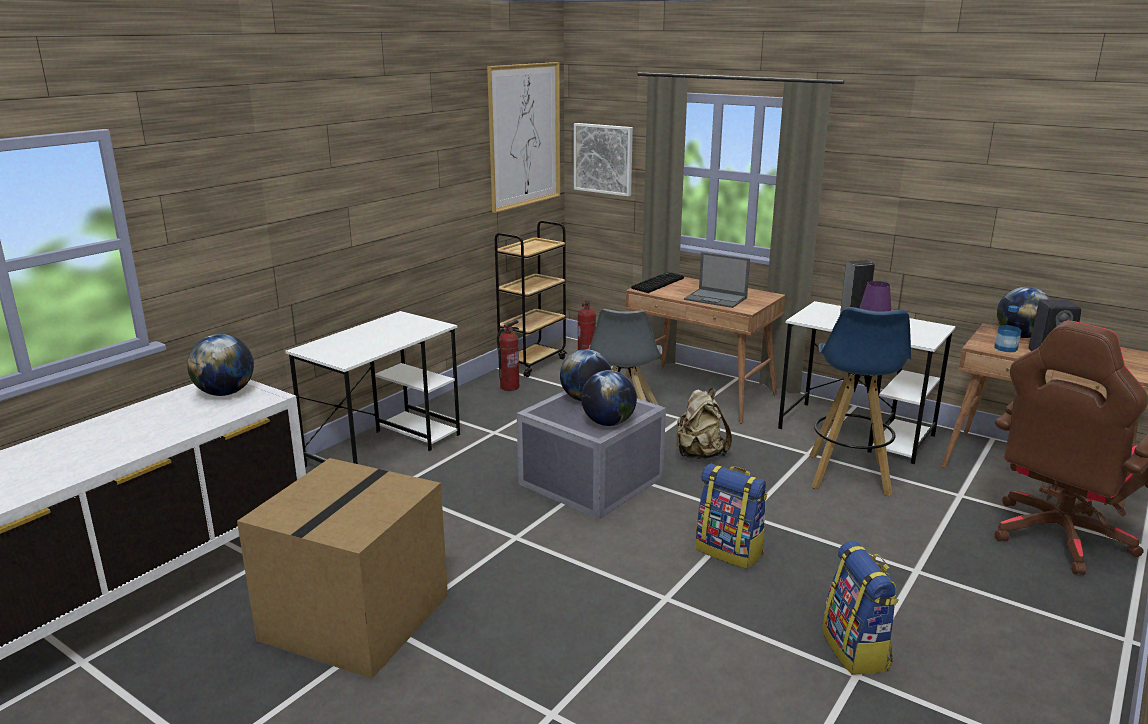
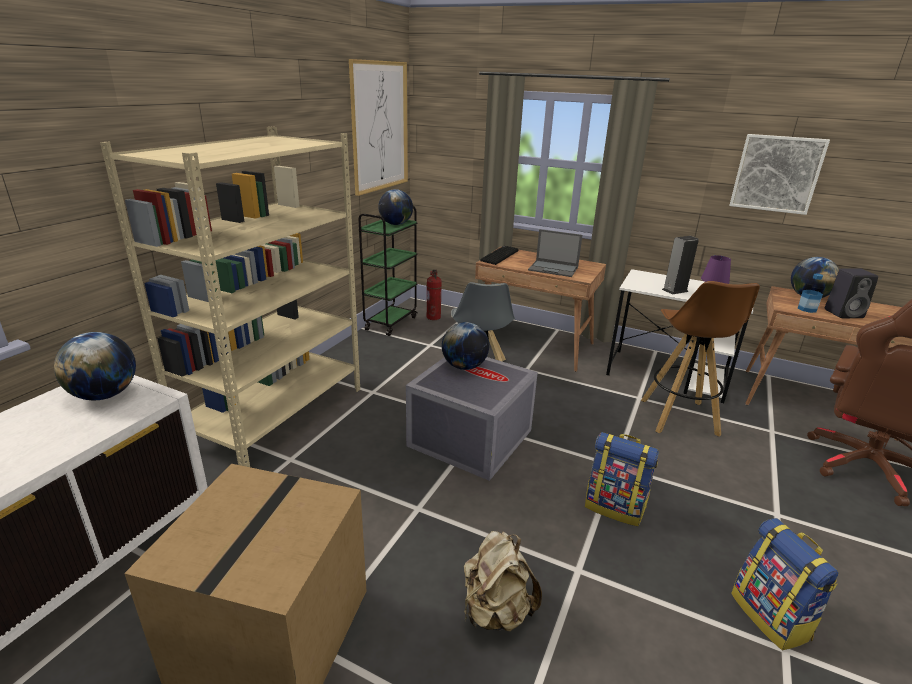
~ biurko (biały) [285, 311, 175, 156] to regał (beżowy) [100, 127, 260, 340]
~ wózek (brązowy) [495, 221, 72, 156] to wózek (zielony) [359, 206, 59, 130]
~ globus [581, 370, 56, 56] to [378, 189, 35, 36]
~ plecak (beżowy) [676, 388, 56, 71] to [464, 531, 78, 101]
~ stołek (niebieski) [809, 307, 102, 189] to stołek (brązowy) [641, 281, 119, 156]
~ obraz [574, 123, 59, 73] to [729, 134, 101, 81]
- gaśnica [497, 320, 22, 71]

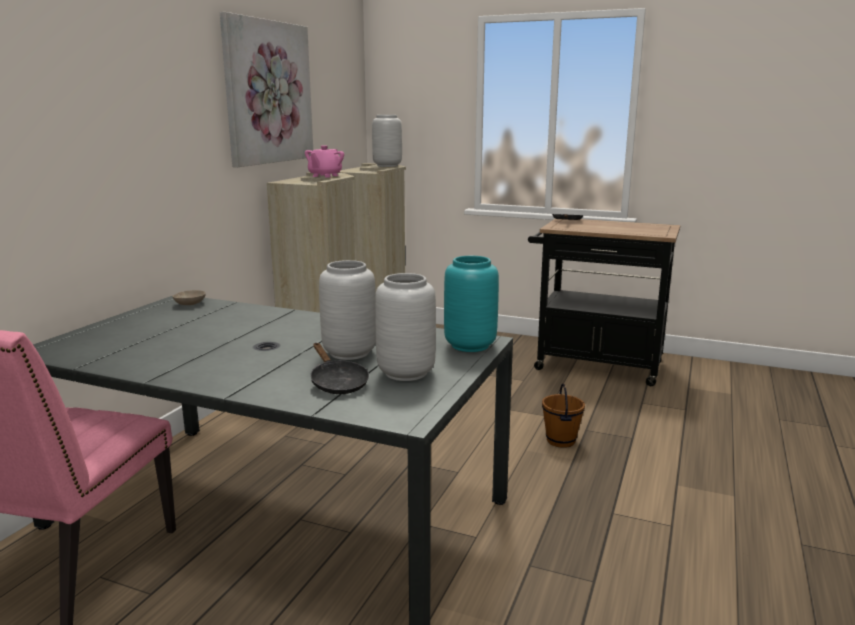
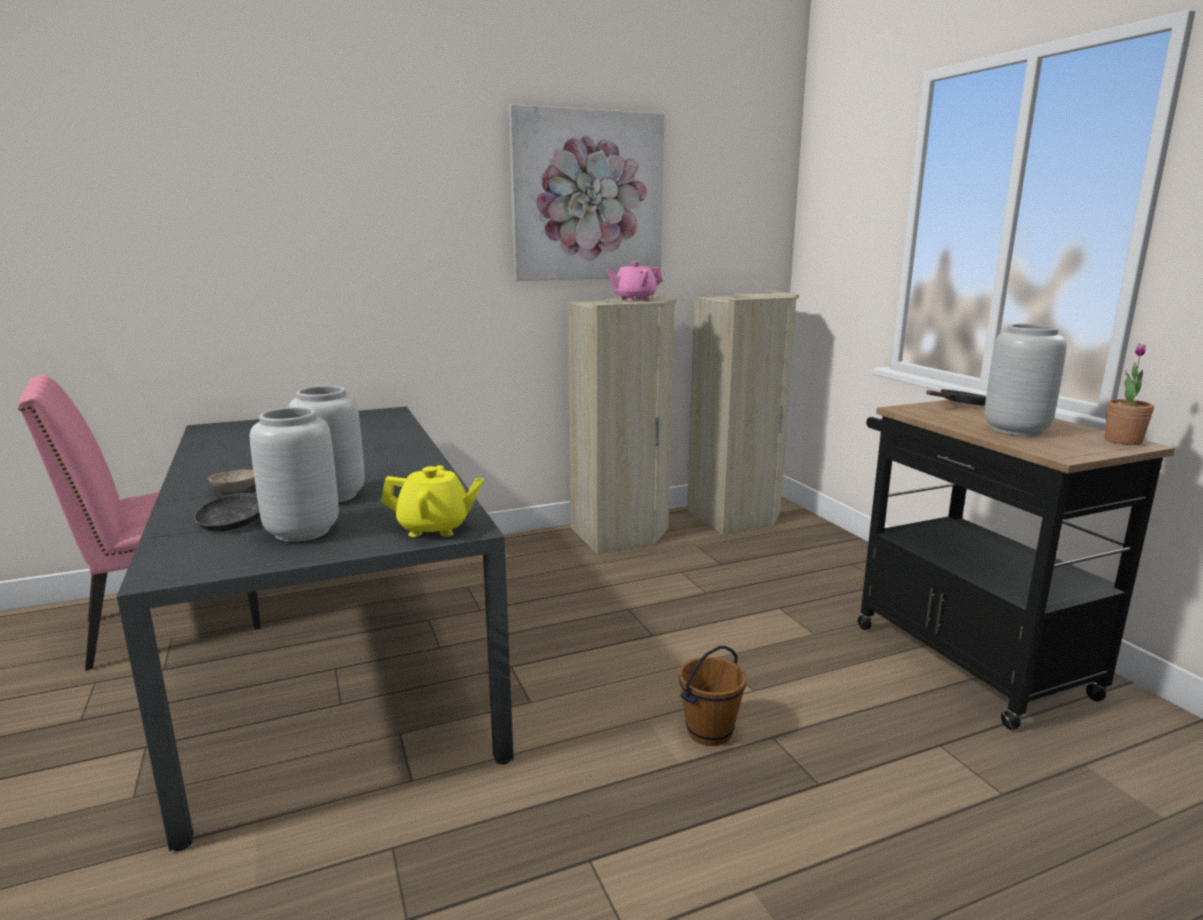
~ miska (beżowy) [172, 290, 34, 15] to [208, 469, 47, 23]
~ wazon (turkusowy) [444, 256, 55, 96] to imbryk (żółty) [381, 465, 103, 72]
~ wazon (szary) [372, 115, 30, 52] to [984, 324, 83, 112]
+ roślina doniczkowa [1105, 344, 49, 101]

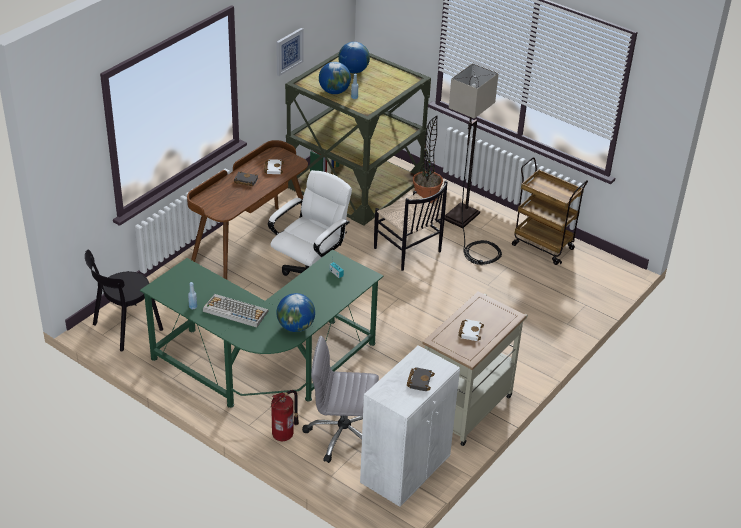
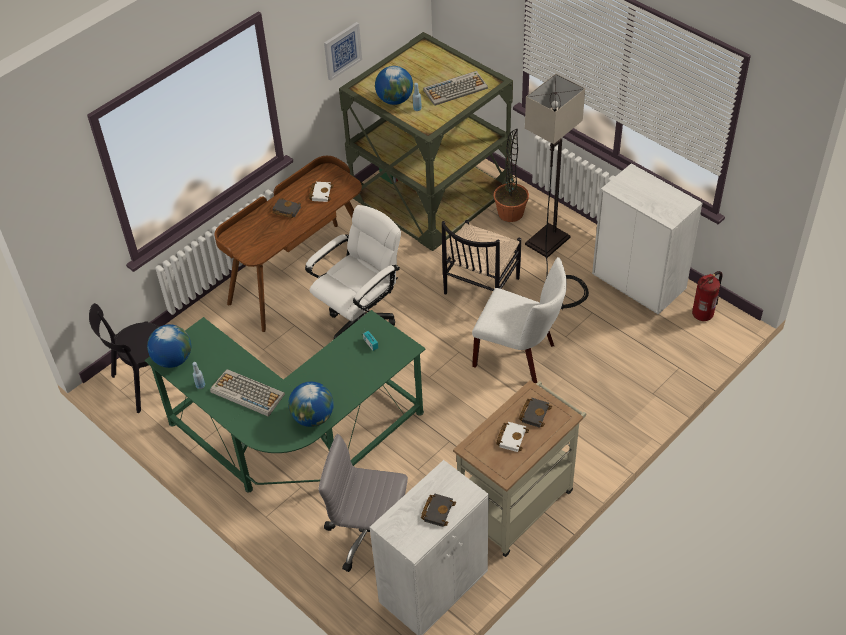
~ globus [338, 42, 32, 31] to [147, 324, 44, 44]
+ klawiatura [423, 71, 65, 35]
~ krzesło (czarny) [374, 181, 73, 90] = [442, 220, 79, 75] 60 degrees clockwise
+ krzesło (biały) [472, 257, 95, 126]
+ książka (czarny) [519, 398, 33, 30]
~ wózek (brązowy) [512, 157, 76, 108] to szafka (biały) [592, 163, 111, 152]
~ gaśnica [271, 390, 28, 51] to [692, 271, 30, 50]

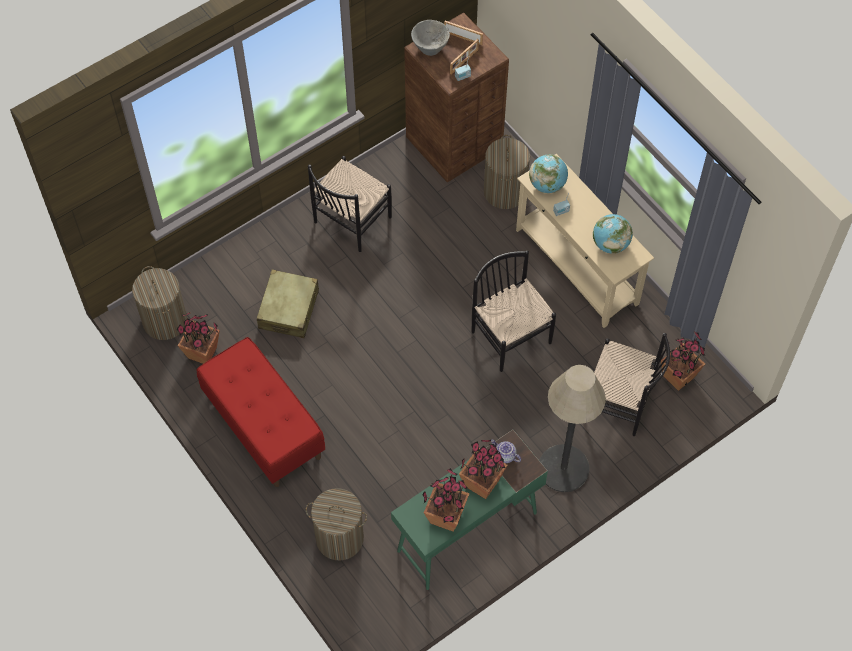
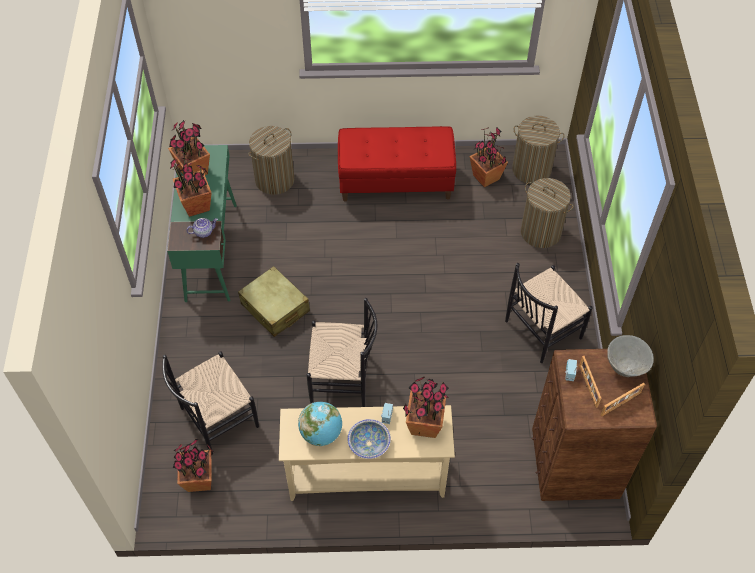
~ walizka (beżowy) [257, 270, 62, 68] to [238, 266, 72, 71]
+ miska [347, 419, 44, 40]
~ globus [529, 154, 39, 39] to roślina doniczkowa [403, 377, 46, 61]
~ krzesło (czarny) [308, 156, 84, 96] = [505, 263, 88, 100] 105 degrees counterclockwise
~ kosz na pranie [484, 135, 46, 74] to [521, 178, 52, 70]
- lampa stojąca [539, 365, 67, 127]

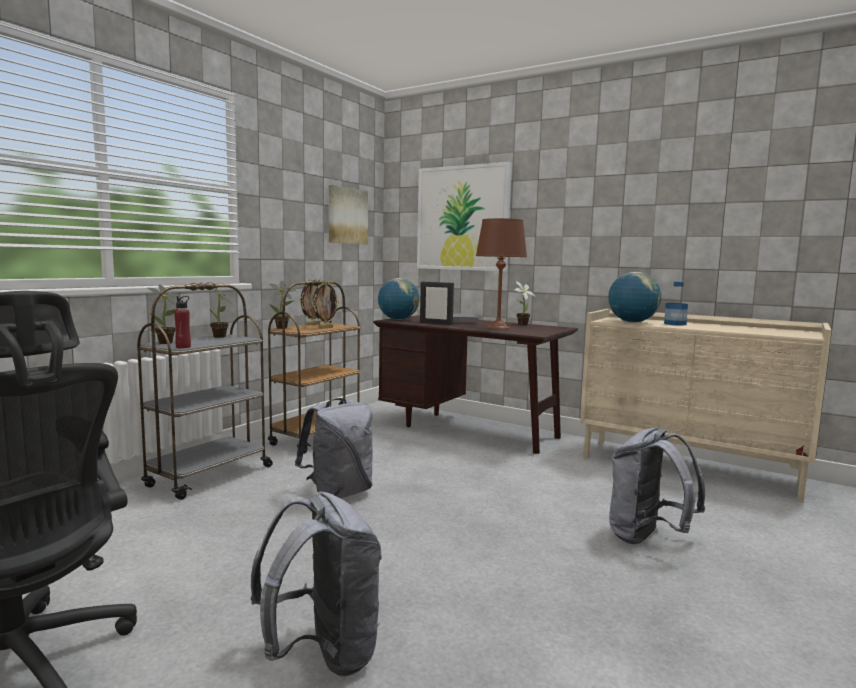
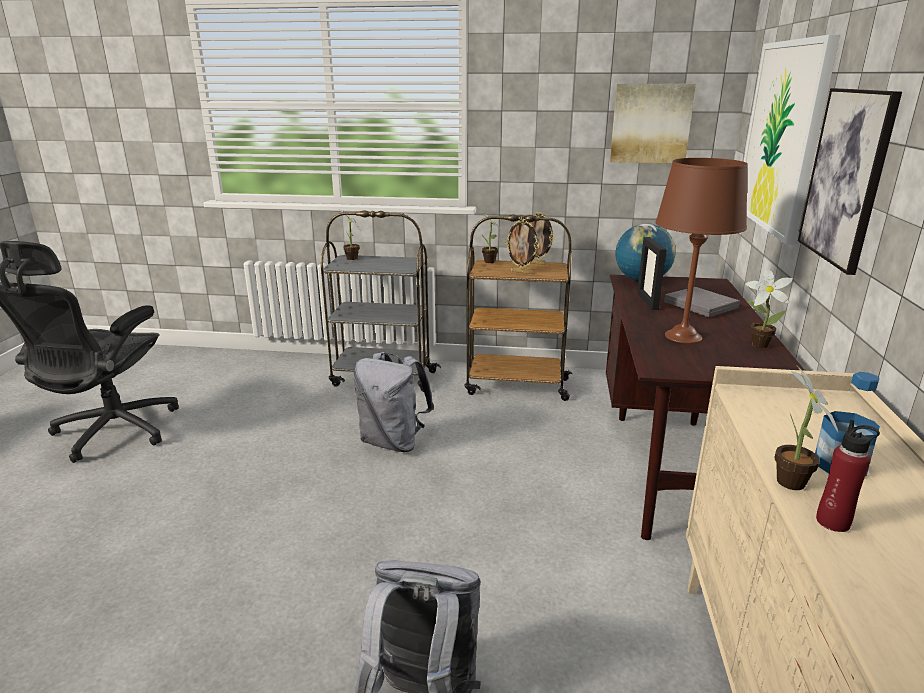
~ roślina doniczkowa [209, 288, 23, 50] to [775, 366, 63, 124]
+ obraz [798, 88, 104, 187]
~ butelka (czerwony) [174, 296, 17, 52] to [816, 419, 64, 113]
- plecak (szary) [250, 491, 132, 186]
- globus [608, 272, 54, 51]

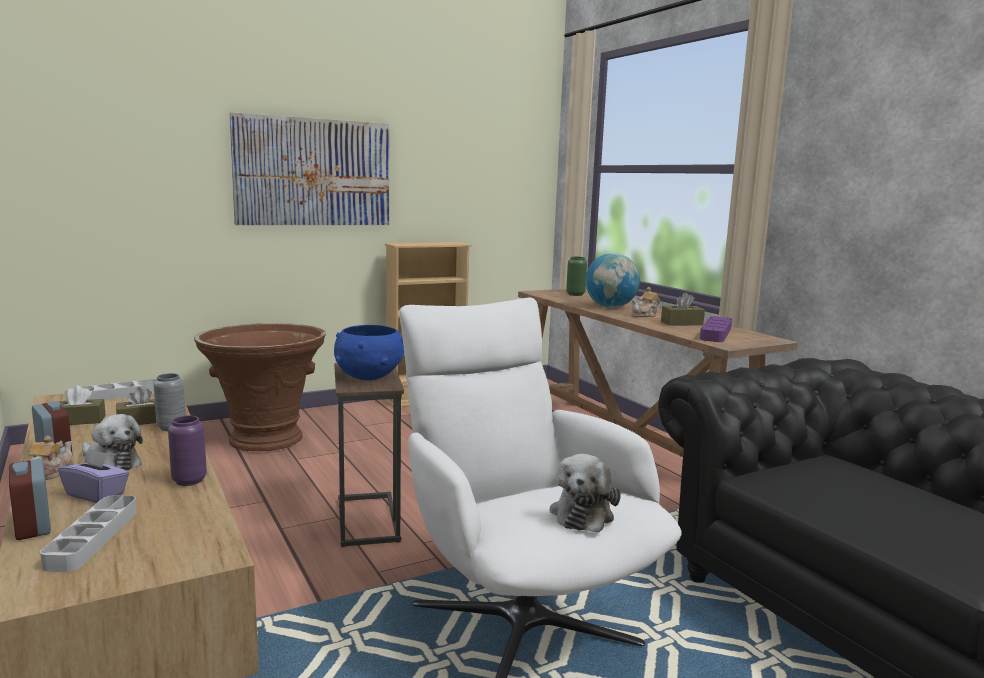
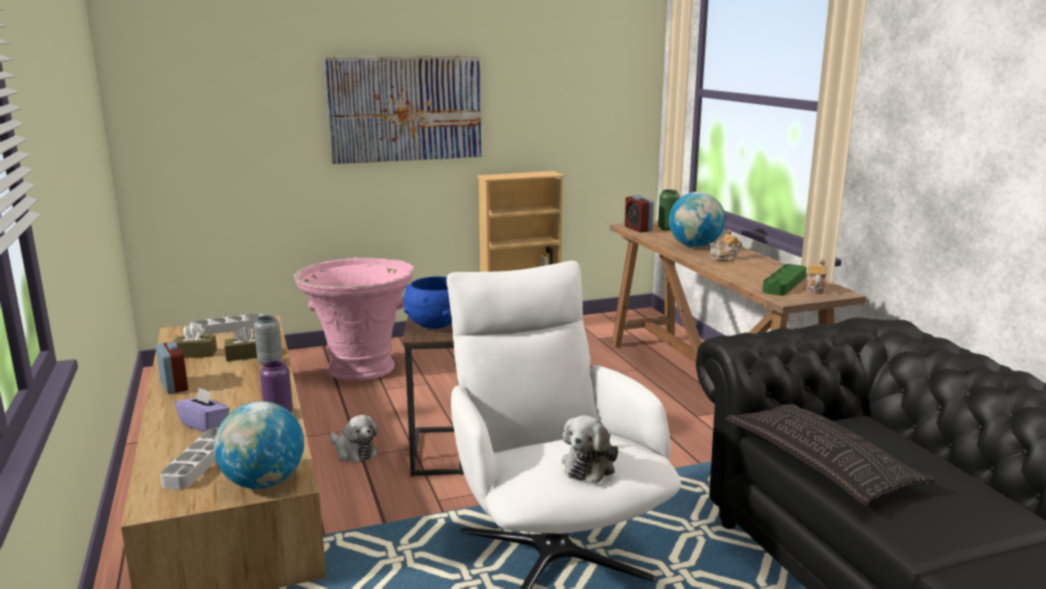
+ globus [214, 401, 90, 88]
~ donica (brązowy) [194, 323, 132, 128] to donica (różowy) [294, 257, 120, 124]
~ pluszak [82, 414, 61, 57] to [330, 415, 48, 48]
~ budzik [9, 459, 42, 81] to [625, 195, 29, 38]
+ poduszka [725, 404, 211, 102]
~ taca (fioletowy) [700, 316, 32, 26] to taca (zielony) [762, 264, 45, 32]
~ imbryk [29, 436, 44, 44] to [804, 259, 23, 35]
- pudełko chusteczek (brązowy) [661, 292, 44, 33]

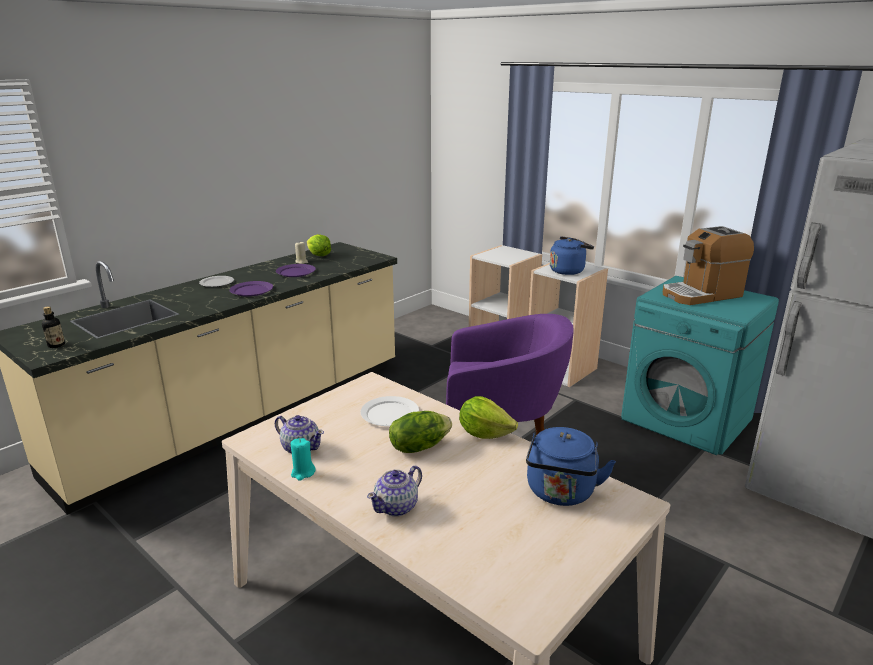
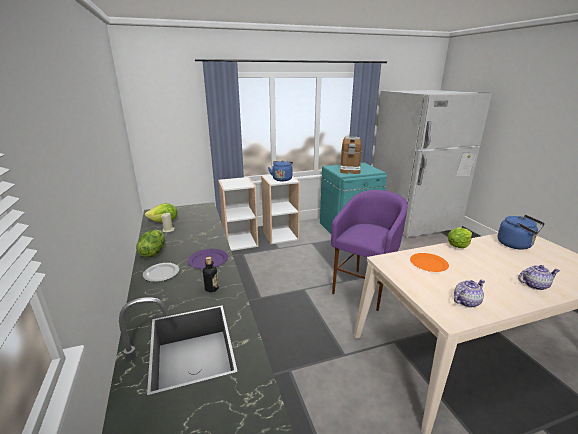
~ sałata [389, 411, 63, 42] to [136, 230, 29, 27]
~ butelka [42, 306, 23, 42] to [203, 257, 16, 35]
~ talerz (biały) [360, 396, 59, 30] to talerz (pomarańczowy) [410, 253, 39, 19]
~ imbryk [367, 465, 55, 51] = [518, 265, 42, 25] 75 degrees counterclockwise
- talerz (fioletowy) [276, 264, 40, 13]
- świeca (turkusowy) [291, 438, 25, 43]

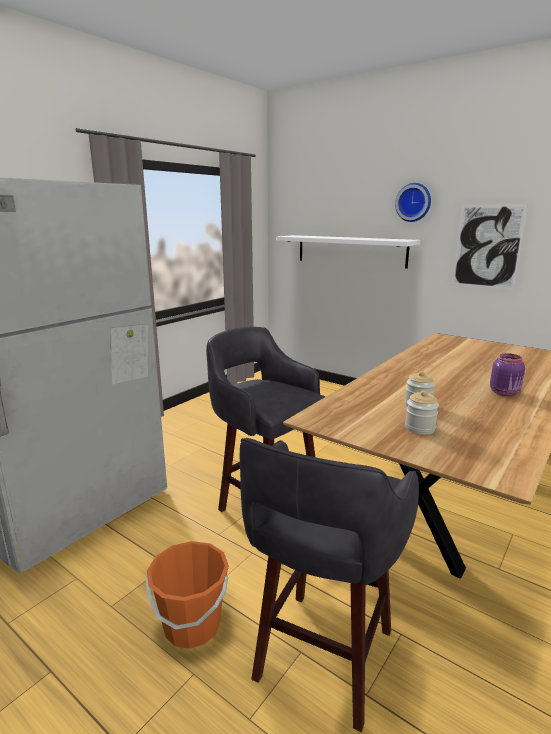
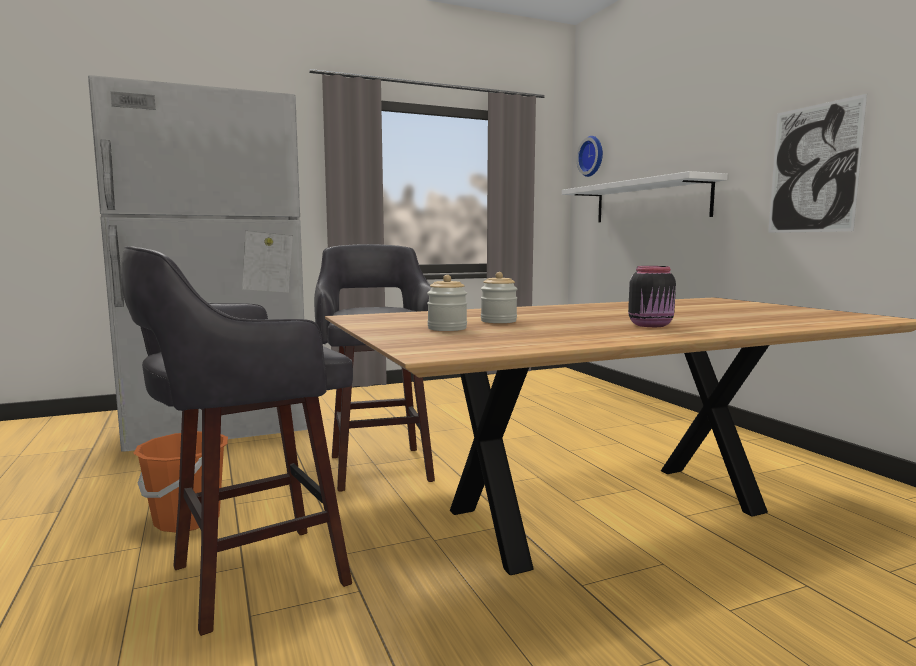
~ zegar ścienny [395, 183, 36, 39] to [576, 136, 27, 41]
~ słoik (fioletowy) [490, 353, 35, 43] to słoik (czarny) [628, 266, 48, 61]

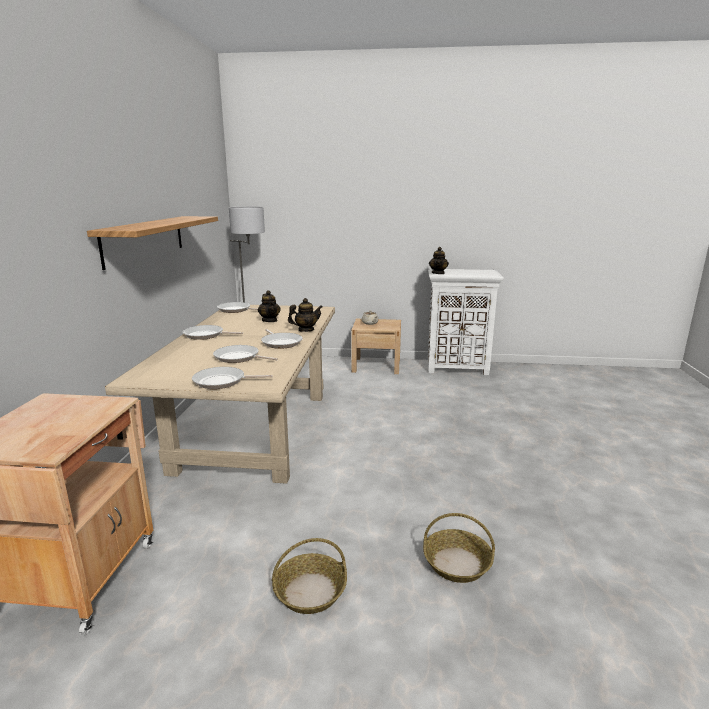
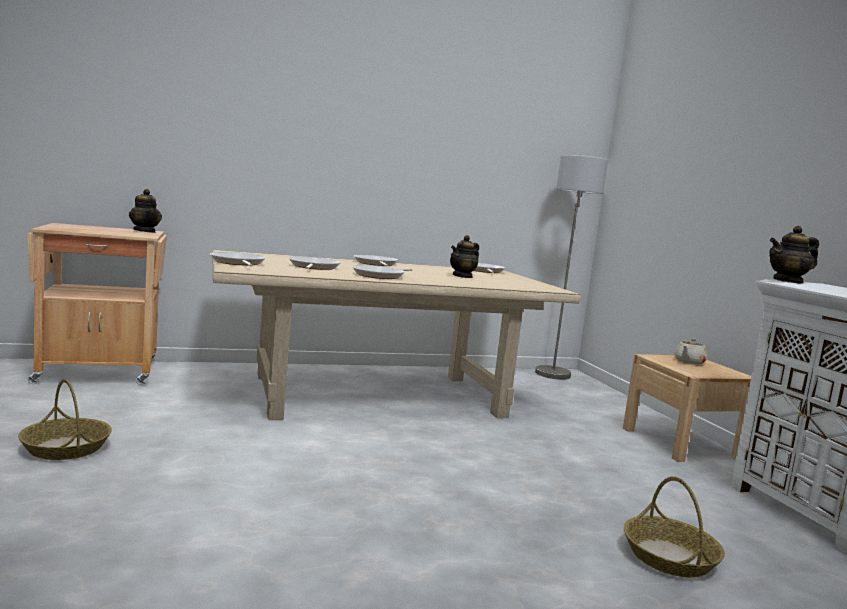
~ imbryk [288, 298, 34, 34] to [129, 189, 33, 44]
~ koszyk [423, 513, 72, 70] to [624, 476, 101, 101]
- półka [87, 216, 131, 54]

